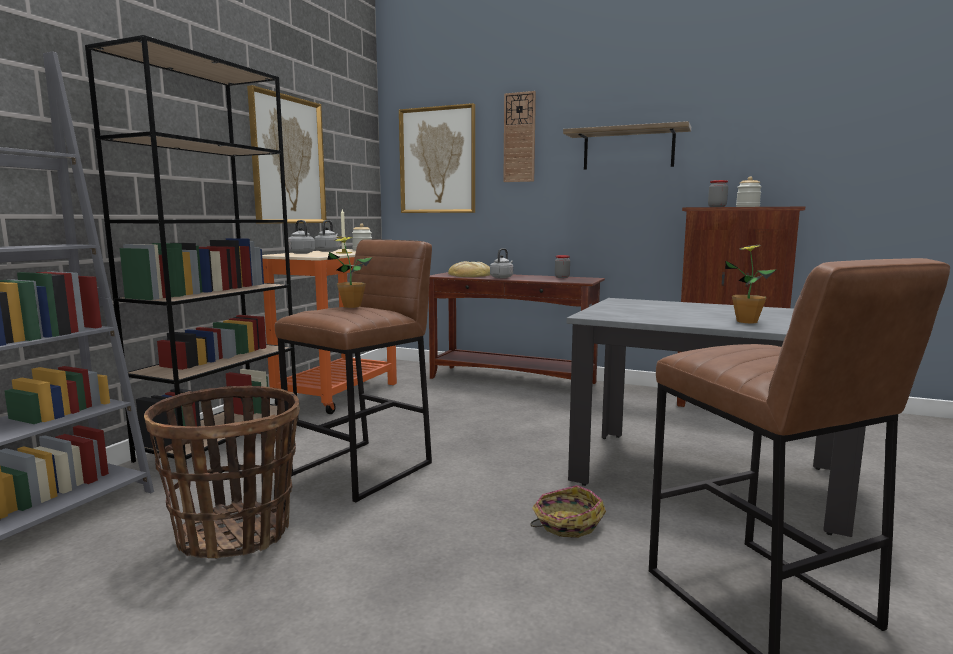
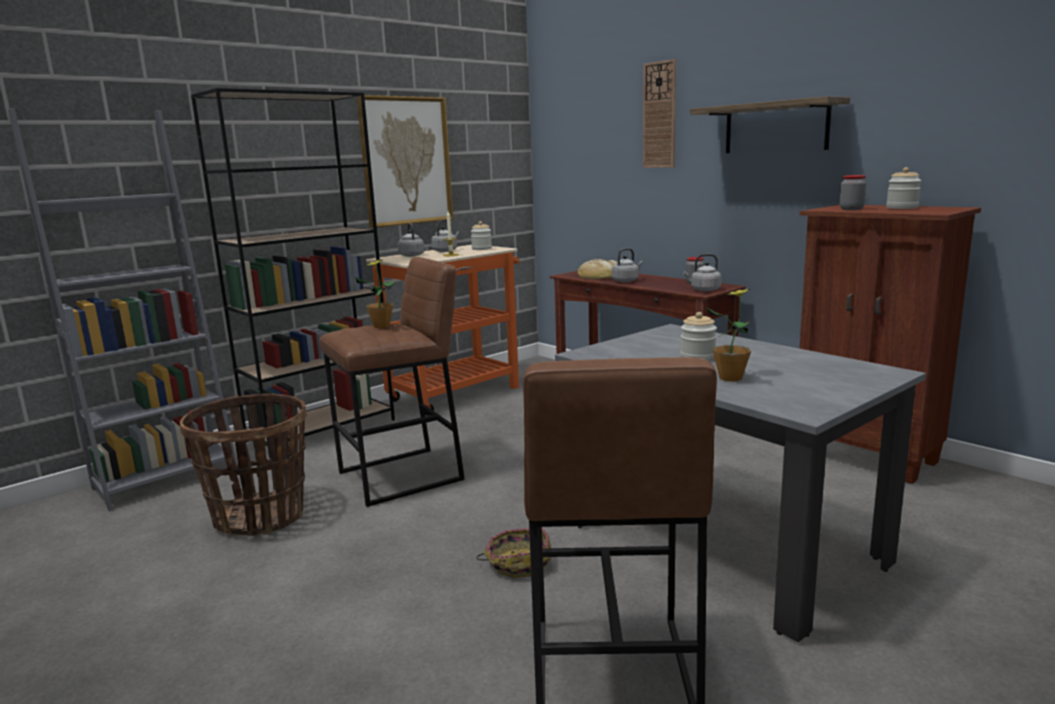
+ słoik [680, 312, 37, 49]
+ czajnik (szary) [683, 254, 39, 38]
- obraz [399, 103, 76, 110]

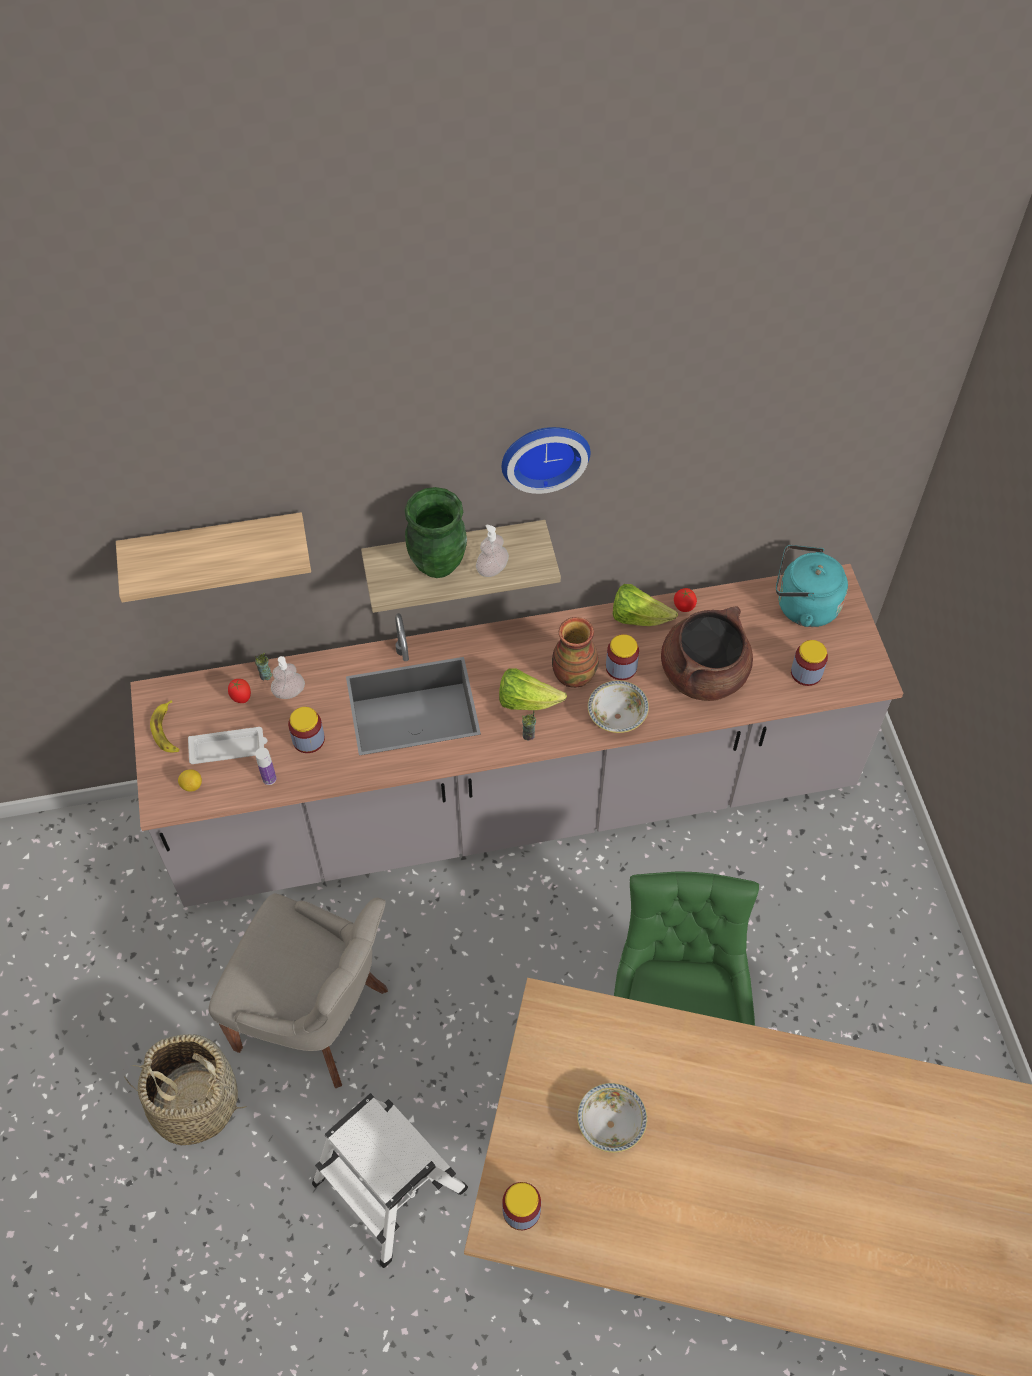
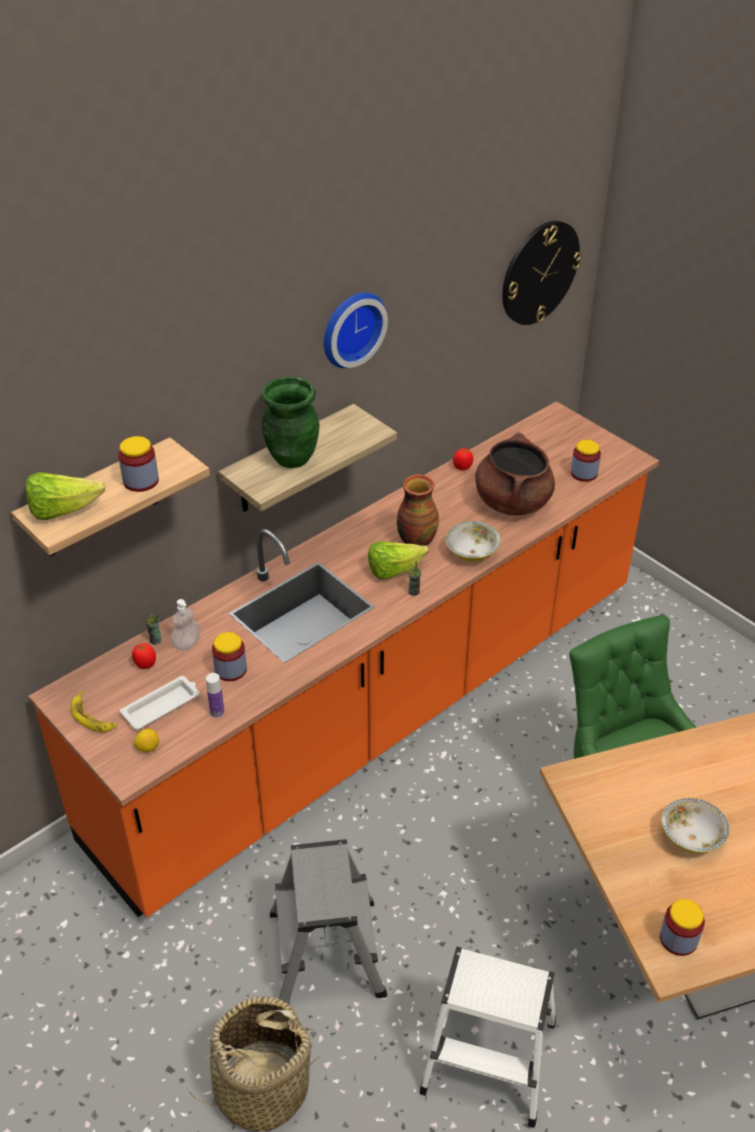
~ sałata [613, 584, 65, 42] to [26, 472, 80, 48]
~ zabudowa kuchenna (szary) [130, 564, 773, 343] to zabudowa kuchenna (pomarańczowy) [29, 401, 630, 516]
~ słoik [606, 634, 33, 46] to [118, 436, 41, 56]
~ krzesło (szary) [209, 893, 179, 195] to drabinka (szary) [270, 839, 117, 166]
+ zegar ścienny [502, 221, 80, 104]
- dozownik mydła [476, 525, 33, 52]
- czajnik (turkusowy) [776, 545, 72, 82]

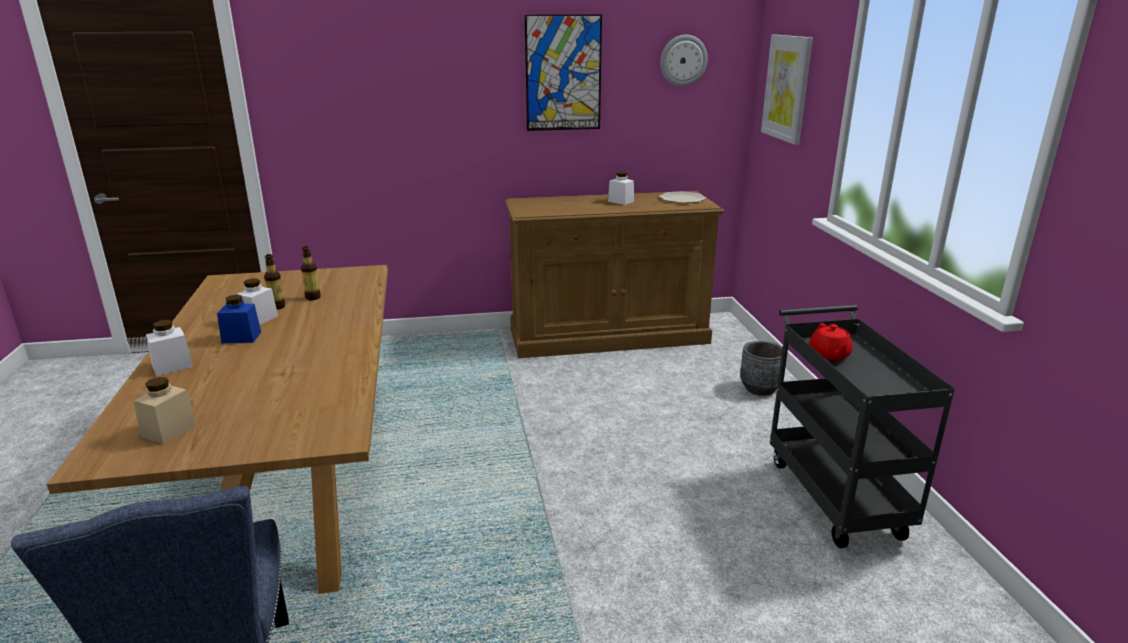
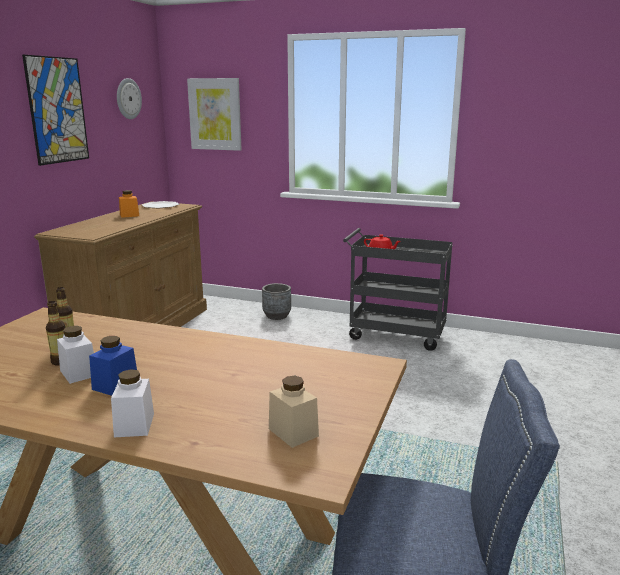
~ słoik (biały) [608, 172, 26, 33] to słoik (pomarańczowy) [119, 190, 20, 28]

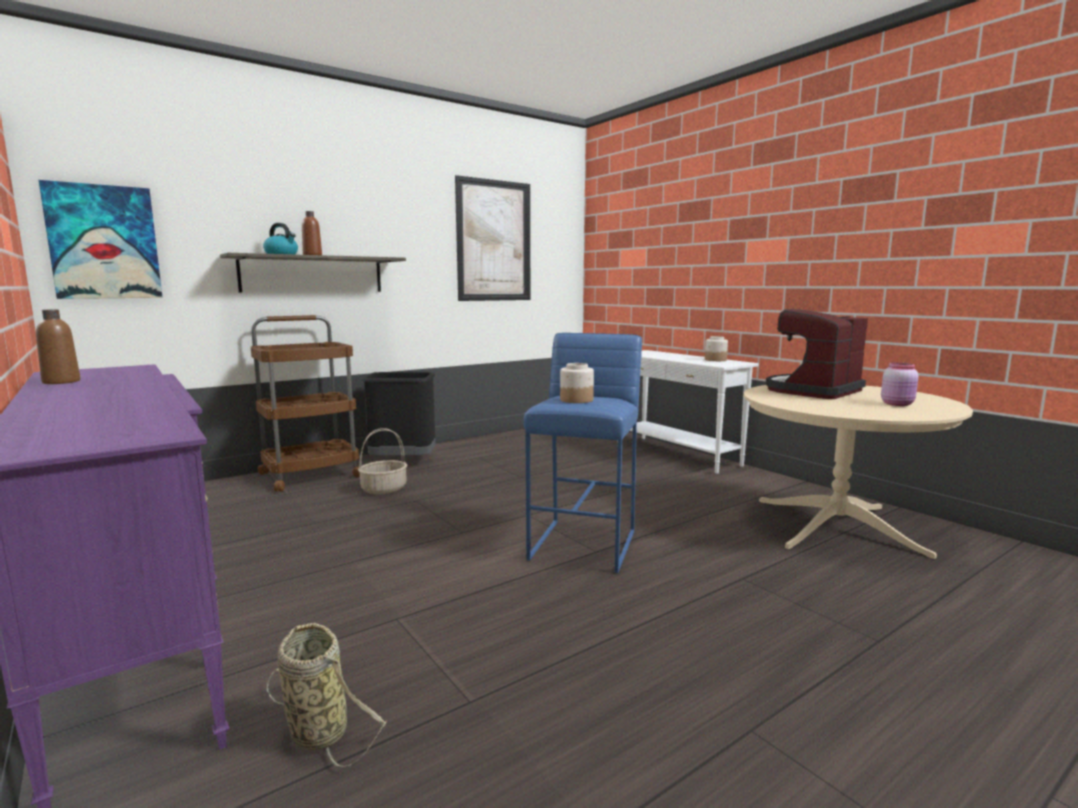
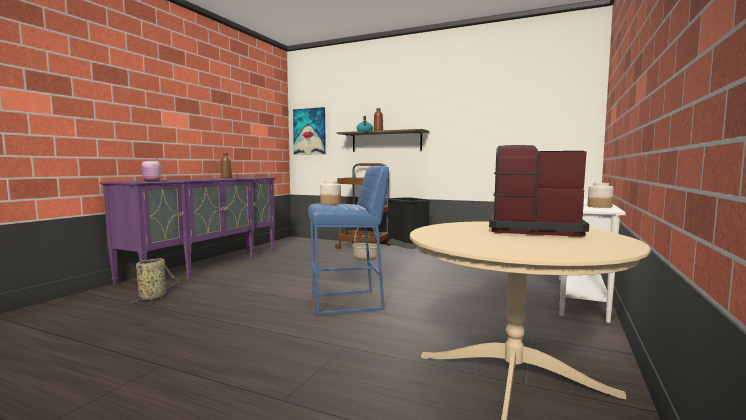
~ słoik (różowy) [881, 363, 37, 43] to [142, 159, 19, 22]
- obraz [455, 175, 75, 126]

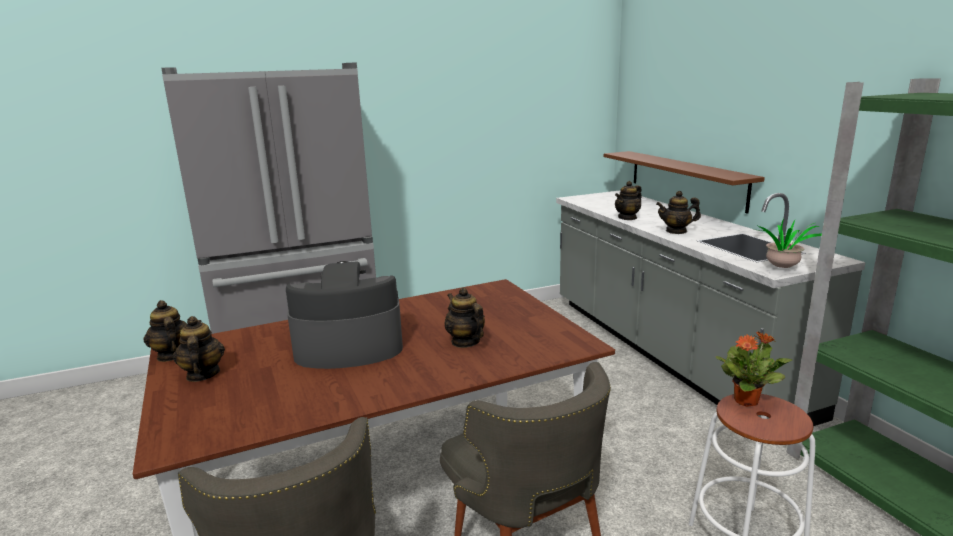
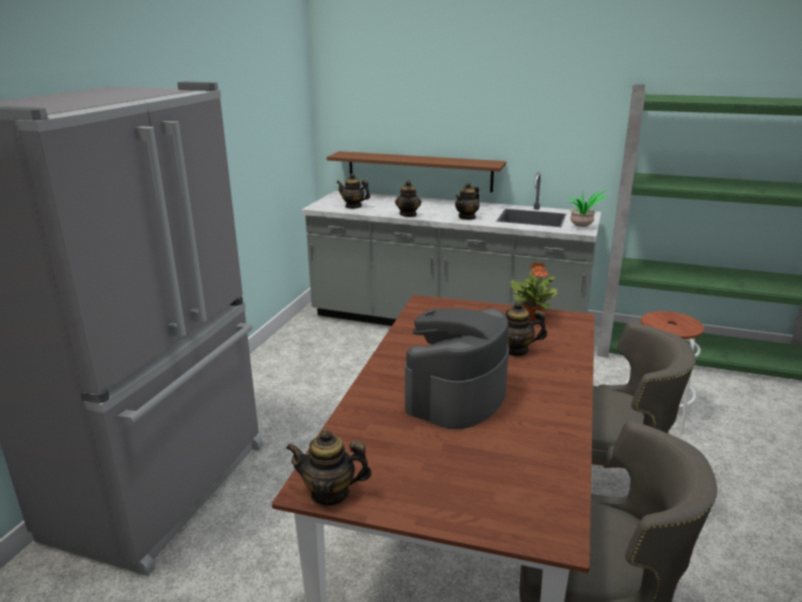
~ imbryk [173, 316, 52, 66] to [336, 173, 34, 36]
~ roślina doniczkowa [716, 331, 76, 76] to [510, 262, 48, 59]

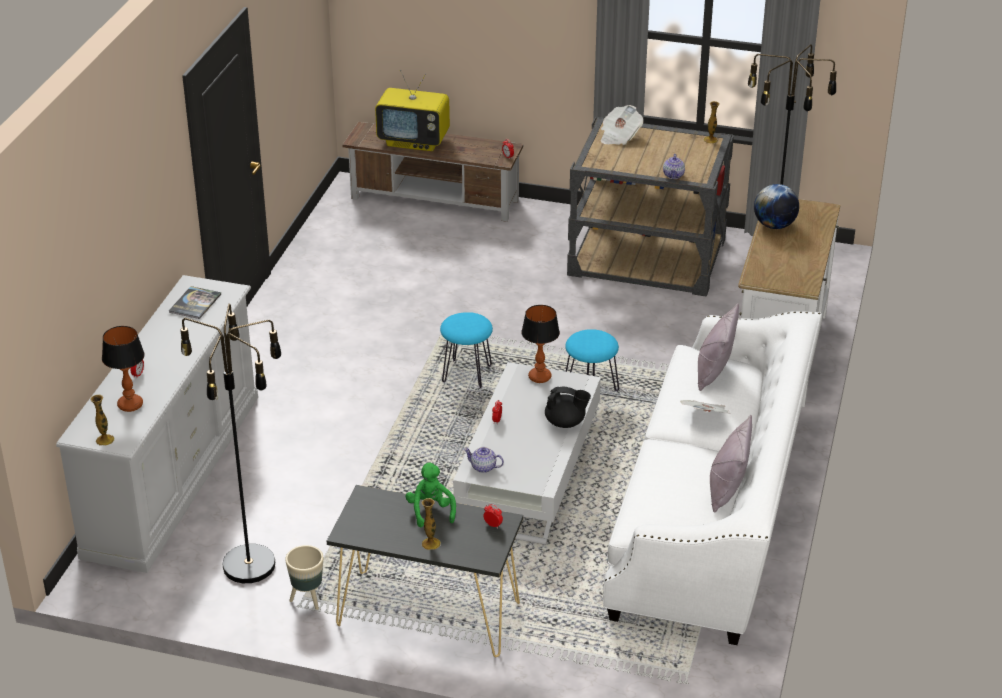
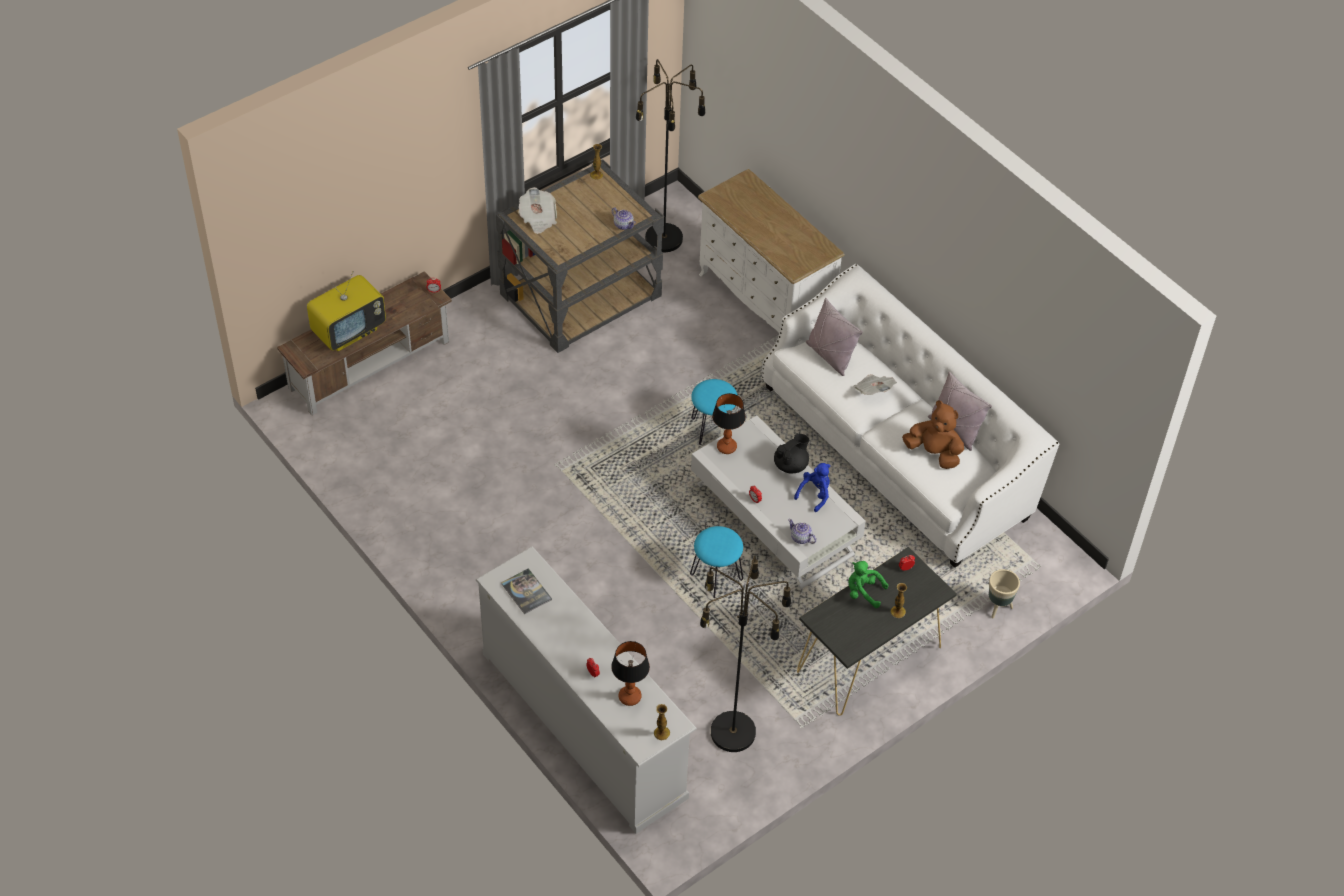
~ stołek (turkusowy) [440, 312, 53, 76] to [690, 526, 53, 72]
~ imbryk [464, 447, 40, 26] = [788, 519, 28, 25] 75 degrees clockwise
+ pluszak (niebieski) [794, 463, 36, 49]
+ pluszak (brązowy) [902, 400, 62, 69]
~ donica (beżowy) [285, 545, 38, 65] to [989, 569, 31, 50]
- globus [754, 184, 45, 45]

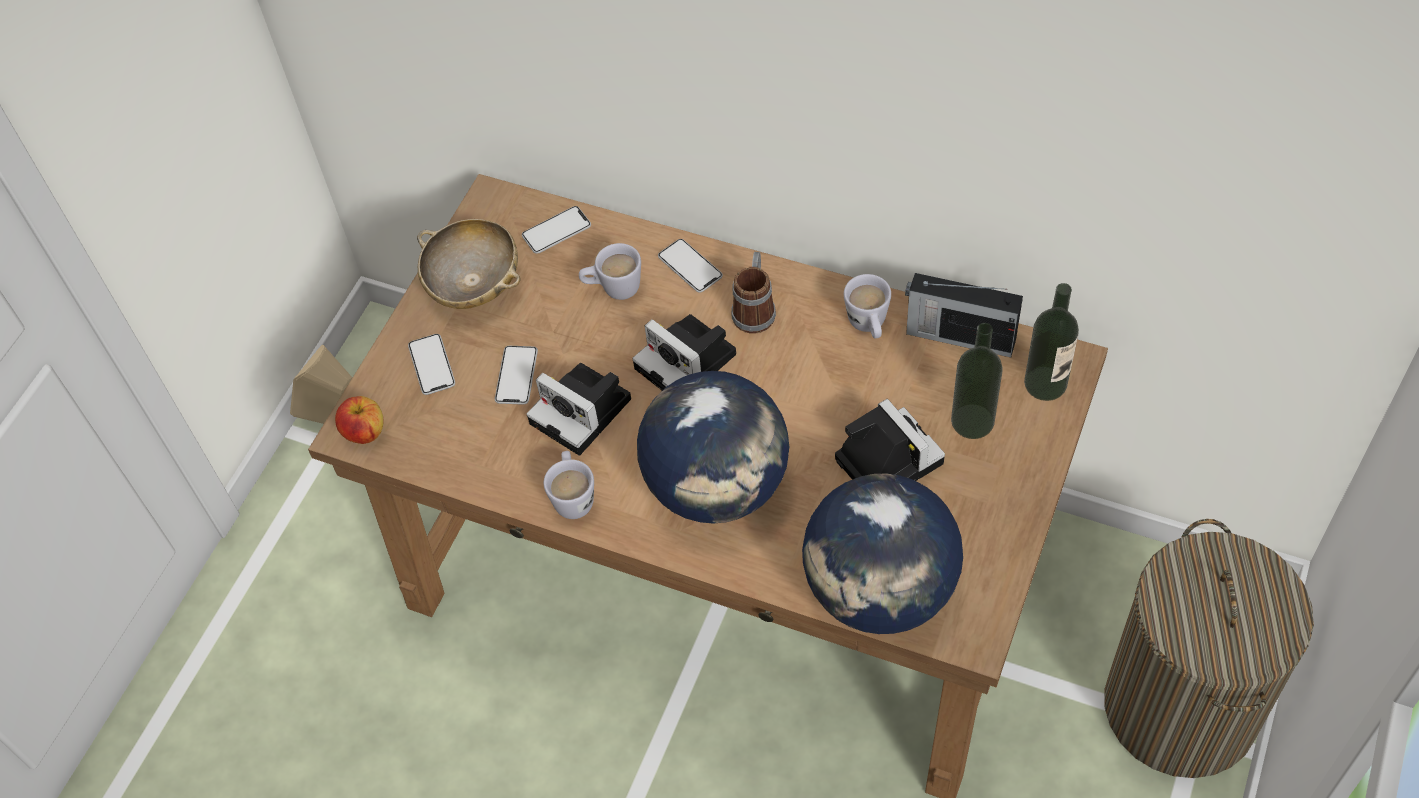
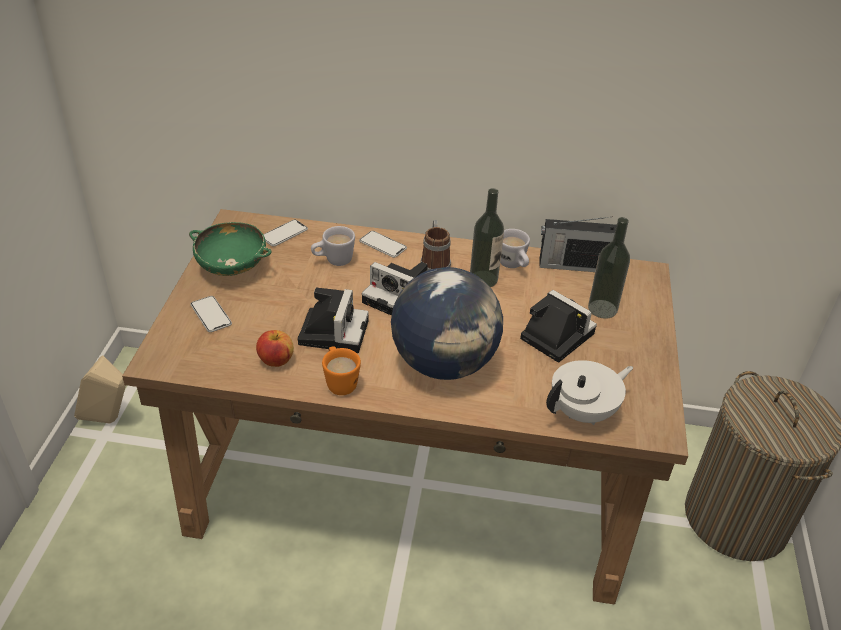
~ miska (beżowy) [417, 219, 104, 90] to miska (zielony) [189, 222, 83, 54]
~ jabłko [335, 396, 48, 48] to [256, 330, 38, 37]
~ aparat fotograficzny [527, 363, 104, 93] = [297, 288, 72, 65] 105 degrees counterclockwise
~ kubek (biały) [544, 451, 50, 68] to kubek (pomarańczowy) [322, 346, 39, 49]
~ butelka [1024, 283, 55, 118] to [470, 188, 34, 99]
~ globus [802, 473, 161, 161] to imbryk (biały) [546, 360, 87, 65]
- telefon [495, 346, 43, 59]

